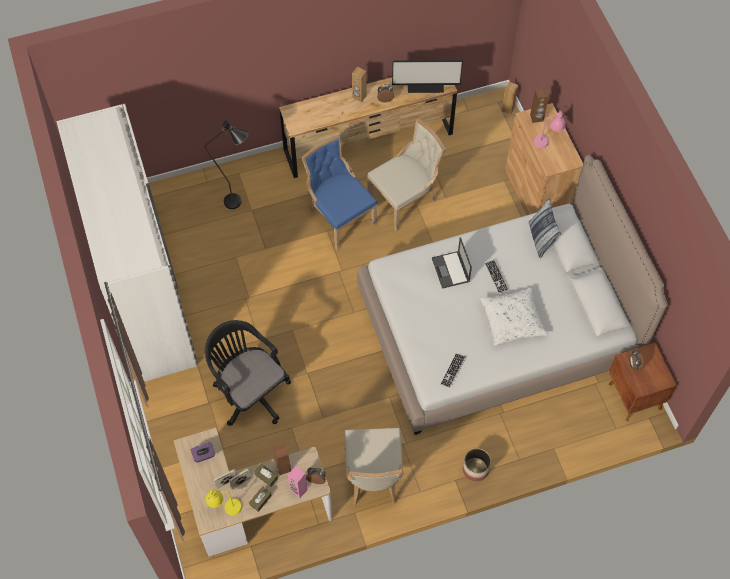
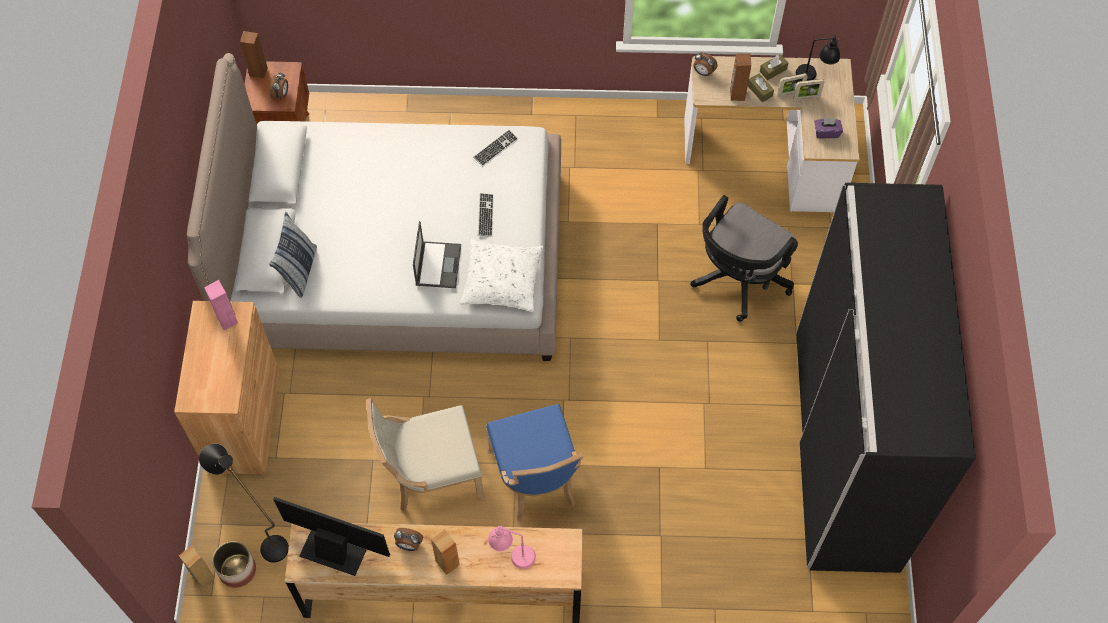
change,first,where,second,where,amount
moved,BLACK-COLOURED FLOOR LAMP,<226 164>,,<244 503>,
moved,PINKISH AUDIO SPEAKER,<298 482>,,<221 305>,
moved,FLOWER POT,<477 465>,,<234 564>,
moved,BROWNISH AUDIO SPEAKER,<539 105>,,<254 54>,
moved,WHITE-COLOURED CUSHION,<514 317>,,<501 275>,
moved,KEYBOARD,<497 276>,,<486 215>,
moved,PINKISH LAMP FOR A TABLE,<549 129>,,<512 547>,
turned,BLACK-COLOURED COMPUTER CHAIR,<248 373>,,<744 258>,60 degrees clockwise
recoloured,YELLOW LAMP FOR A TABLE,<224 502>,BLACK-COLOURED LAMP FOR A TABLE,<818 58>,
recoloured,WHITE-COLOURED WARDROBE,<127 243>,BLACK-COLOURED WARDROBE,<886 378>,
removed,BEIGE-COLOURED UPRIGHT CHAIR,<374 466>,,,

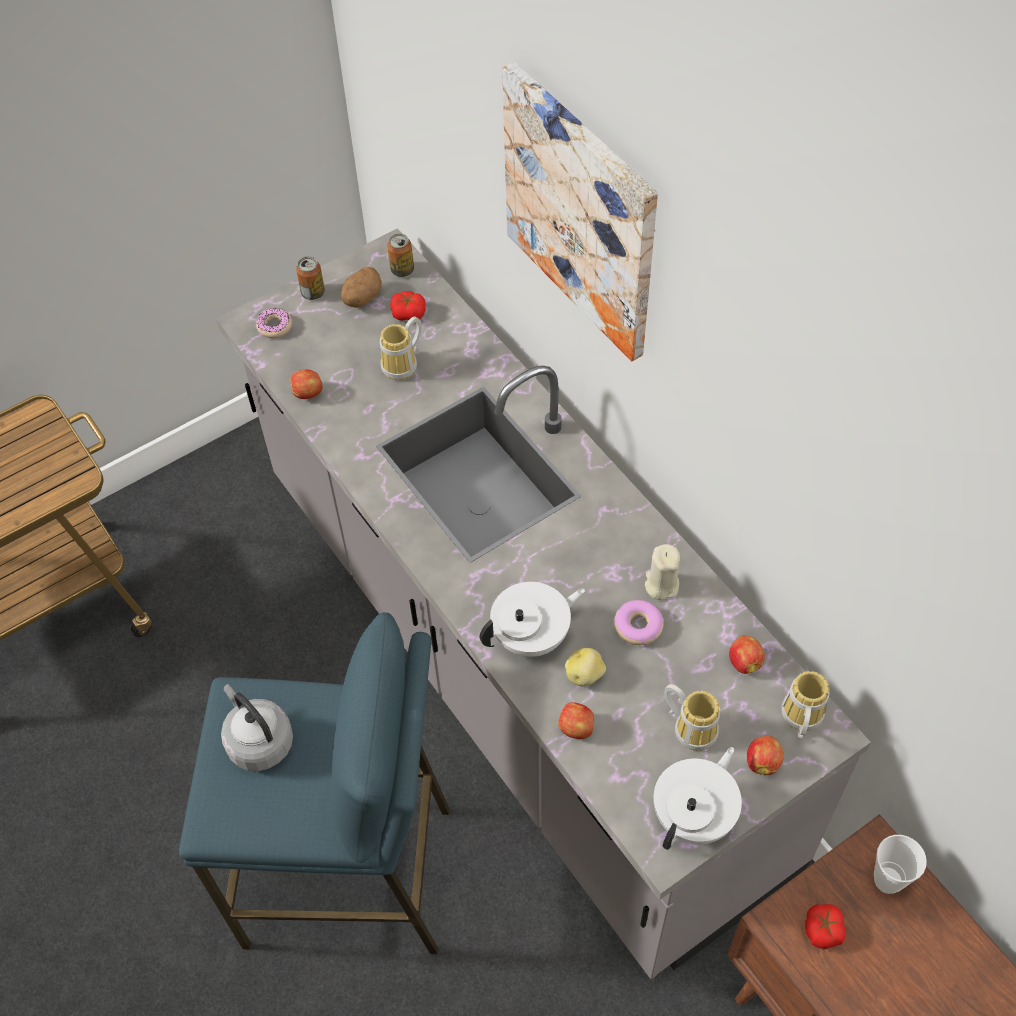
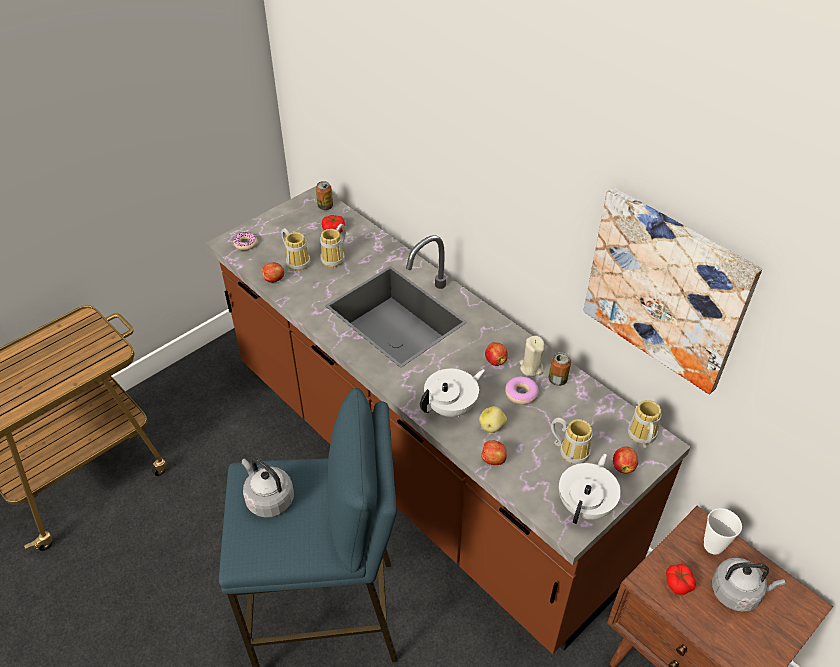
change,first,where,second,where,amount
recoloured,GRAY KITCHEN COUNTER,<543 603>,BROWNISH KITCHEN COUNTER,<448 420>,
added,,,TEA MUG,<295 249>,
moved,APPLE FRUIT,<747 654>,,<496 354>,
moved,METAL CAN,<310 278>,,<560 369>,
moved,PICTURE,<580 211>,,<673 291>,
added,,,GRAY KETTLE,<748 585>,
removed,SPUD,<361 287>,,,

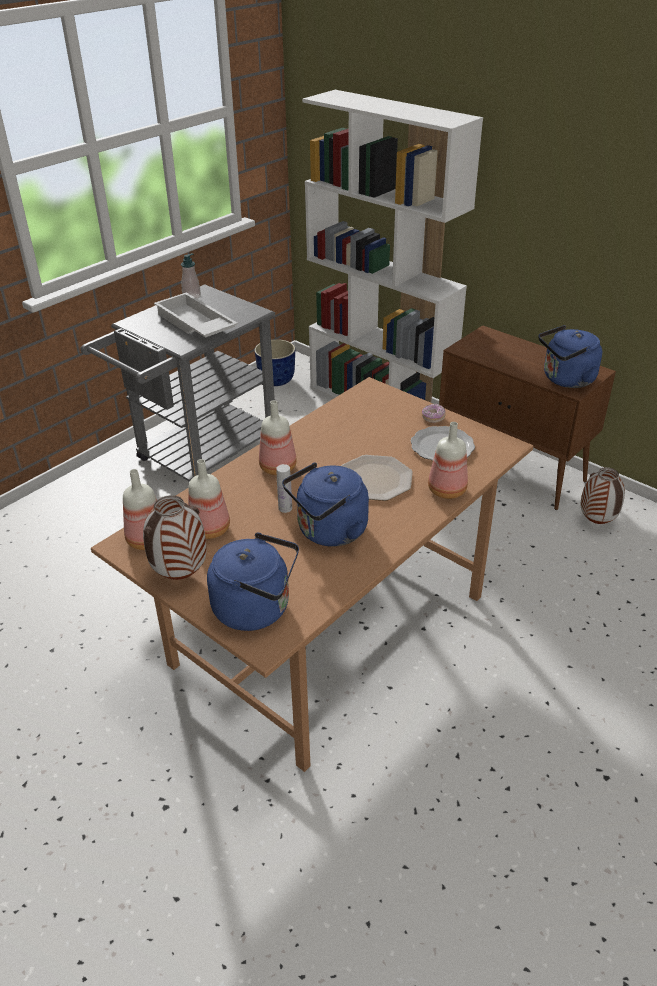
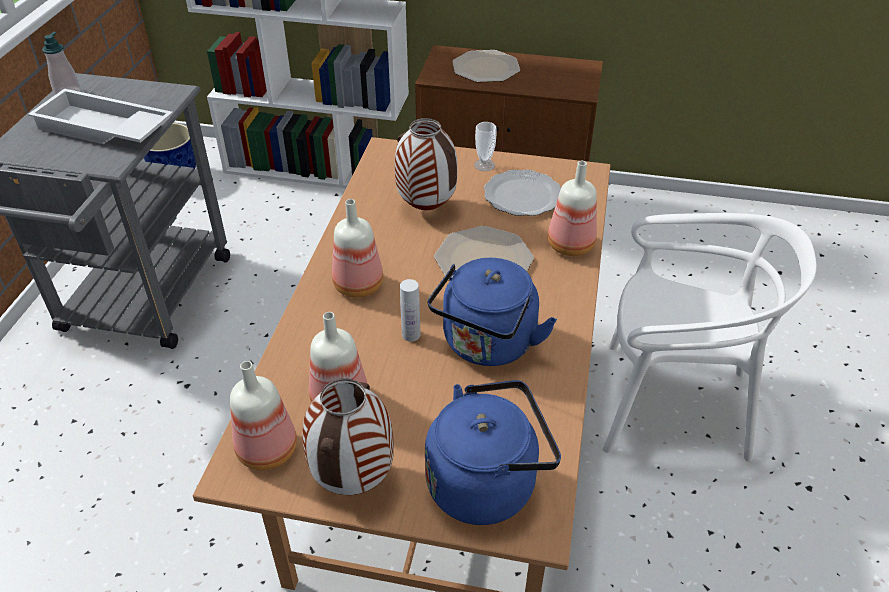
change,first,where,second,where,amount
moved,FLOWER VASE,<602 495>,,<426 164>,
added,,,DINNER PLATE,<486 66>,
replaced,DOUGHNUT,<434 413>,SMALL CUP,<485 146>,
added,,,WHITE-COLOURED UPRIGHT CHAIR,<710 337>,
removed,BLUE-COLOURED KETTLE,<570 356>,,,

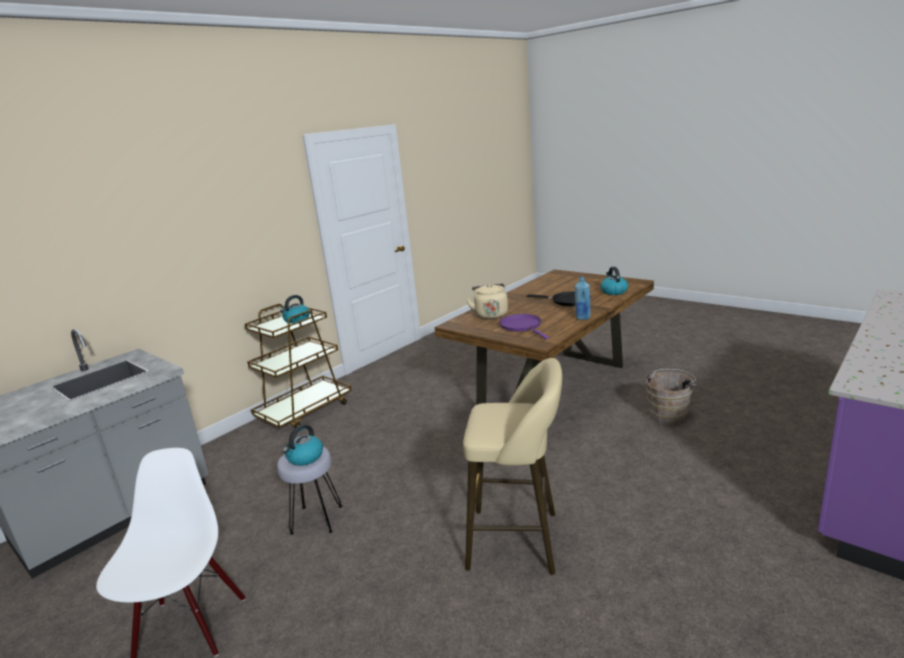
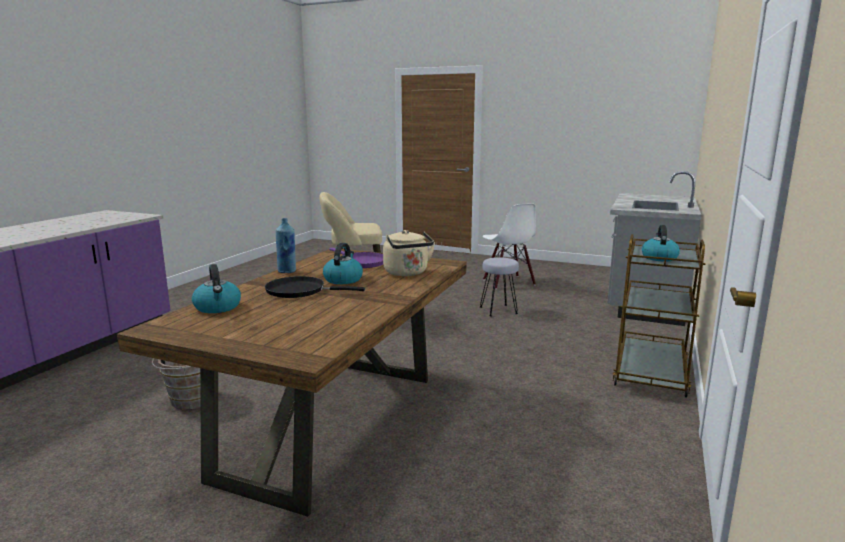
change,first,where,second,where,amount
moved,KETTLE,<302 445>,,<343 263>,

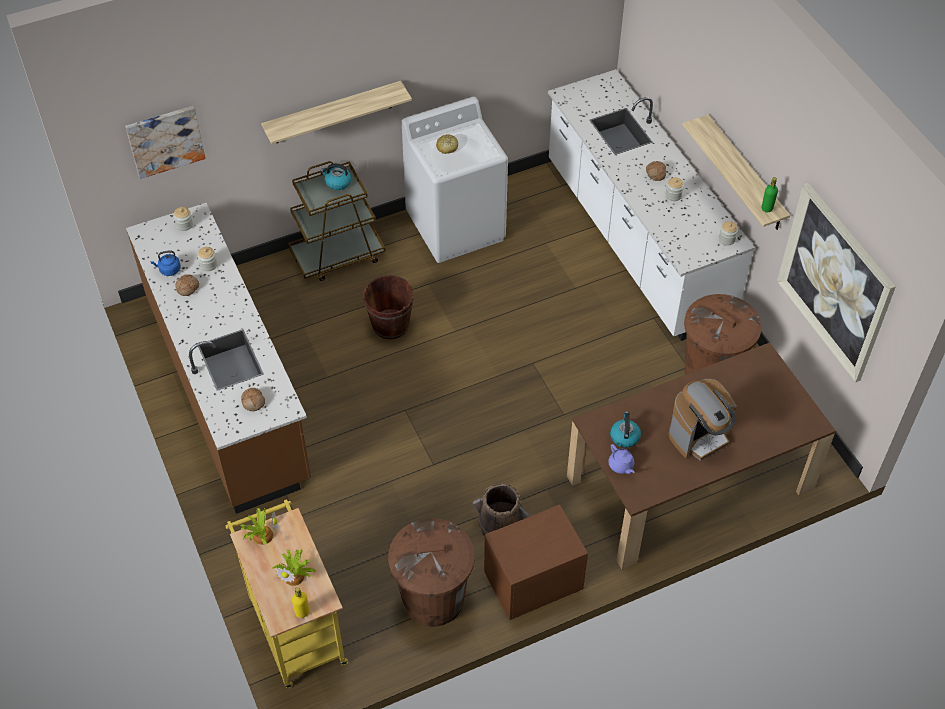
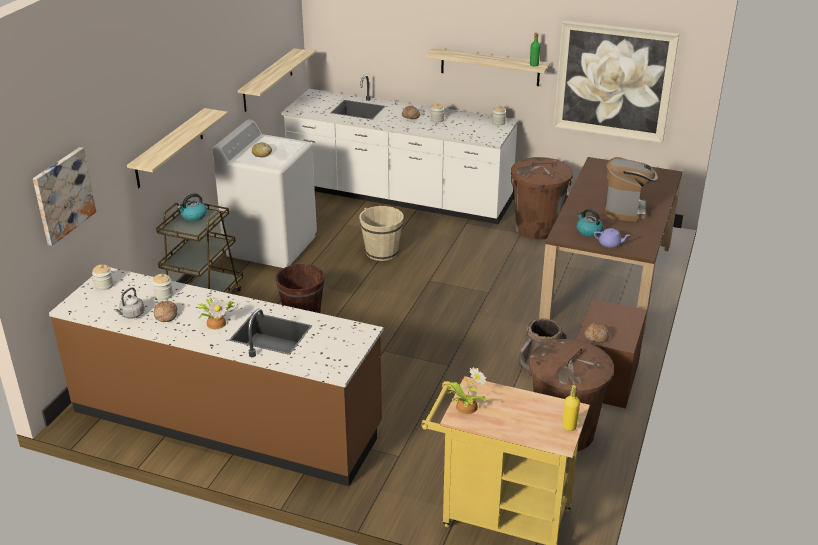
change,first,where,second,where,amount
recoloured,BLUE-COLOURED KETTLE,<165 263>,GRAY KETTLE,<129 303>,
moved,HOUSEPLANT,<294 568>,,<216 313>,
added,,,WALL SHELF,<276 80>,
added,,,BEIGE-COLOURED BUCKET,<381 233>,
moved,BREAD,<253 399>,,<597 333>,

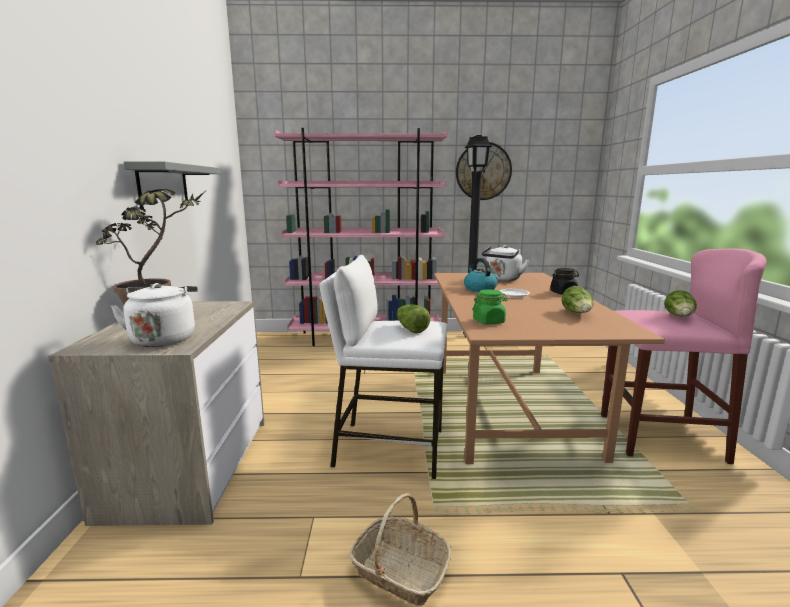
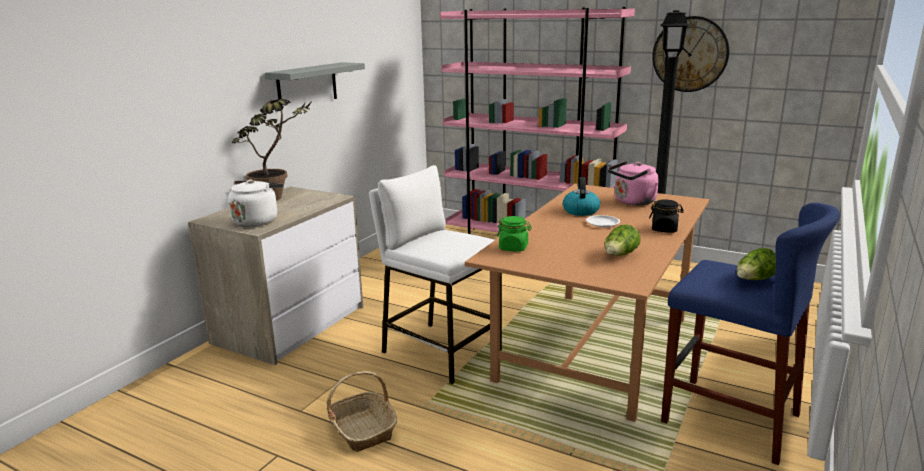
change,first,where,second,where,amount
recoloured,WHITE-COLOURED KETTLE,<505 263>,PINKISH KETTLE,<633 183>,
recoloured,PINKISH STOOL SEAT,<684 356>,BLUE-COLOURED STOOL SEAT,<750 334>,
removed,LETTUCE HEAD,<413 318>,,,

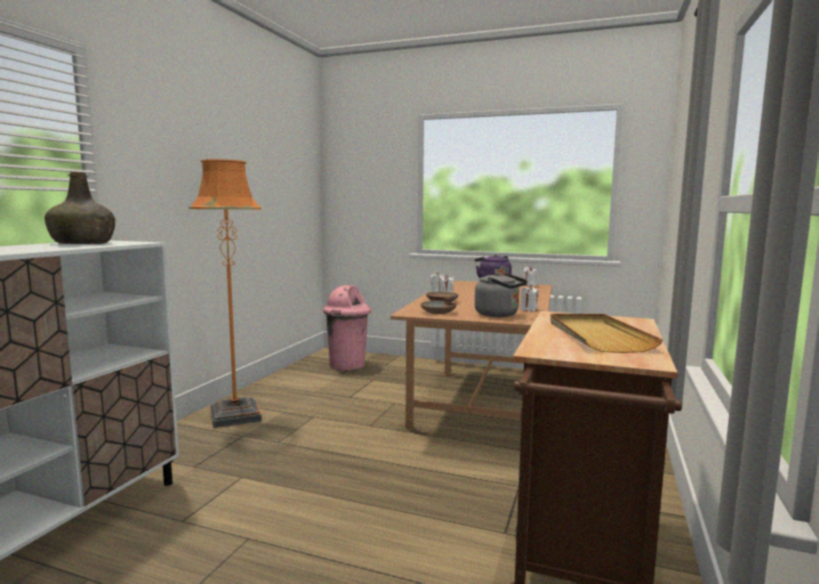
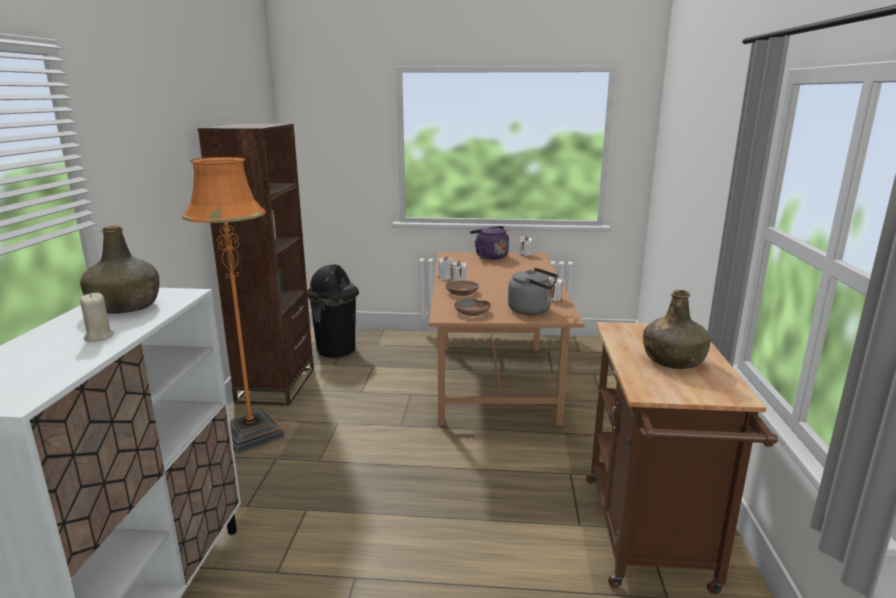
change,first,where,second,where,amount
added,,,BEIGE-COLOURED WAX CANDLE,<97 317>,
added,,,BROWNISH BOOKCASE,<256 264>,
recoloured,PINKISH TRASH CAN,<347 327>,BLACK-COLOURED TRASH CAN,<333 311>,
replaced,BEIGE-COLOURED TRAY,<606 333>,GREEN BEVERAGE BOTTLE,<677 329>,

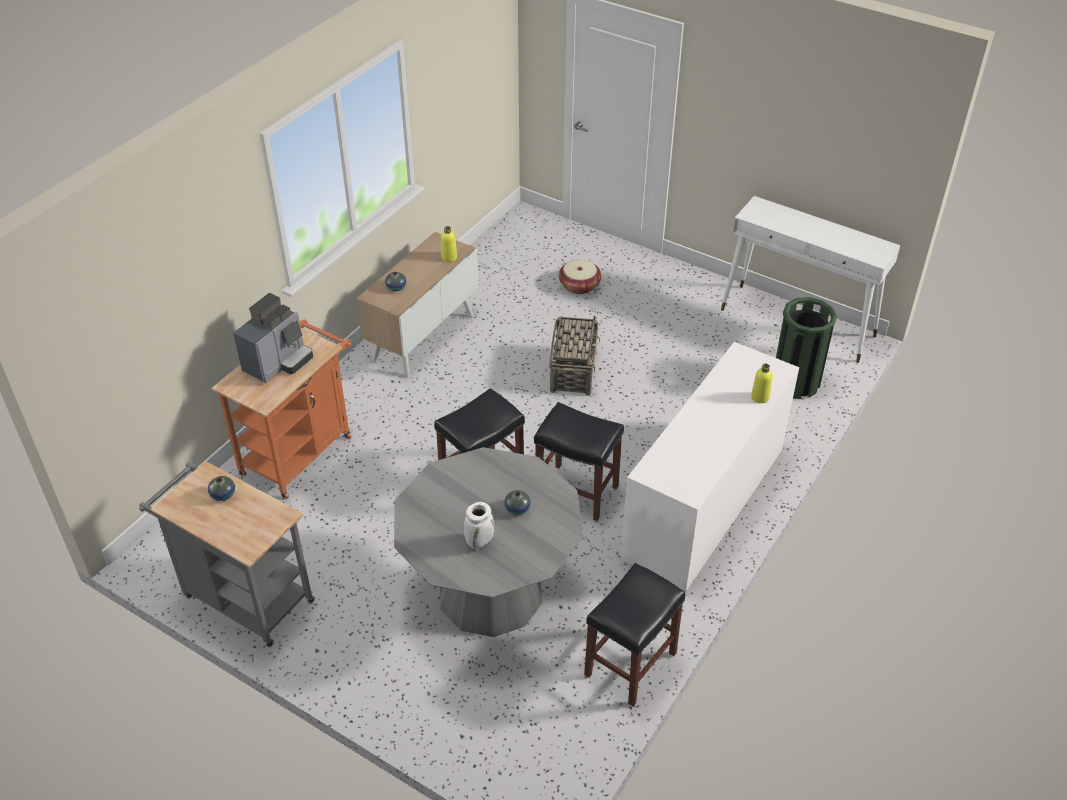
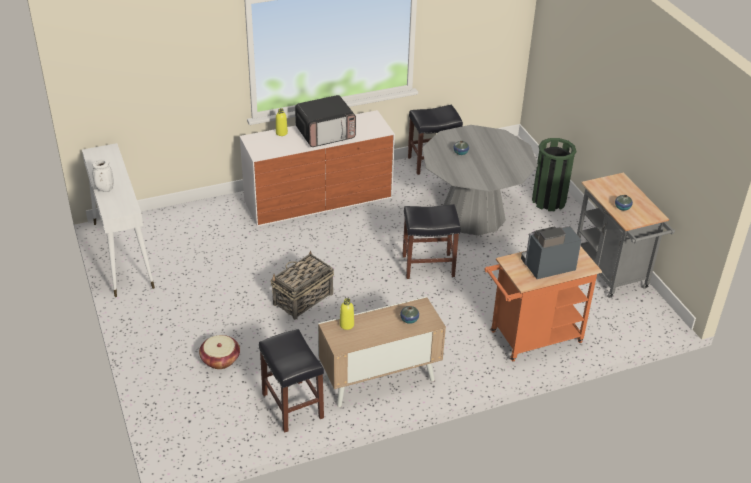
change,first,where,second,where,amount
moved,WHITE-COLOURED FLOWER VASE,<479 526>,,<103 176>,
moved,BLACK-COLOURED STOOL SEAT,<579 461>,,<291 381>,
added,,,KITCHEN MICROWAVE,<325 121>,
moved,GREEN TRASH CAN,<806 348>,,<554 174>,

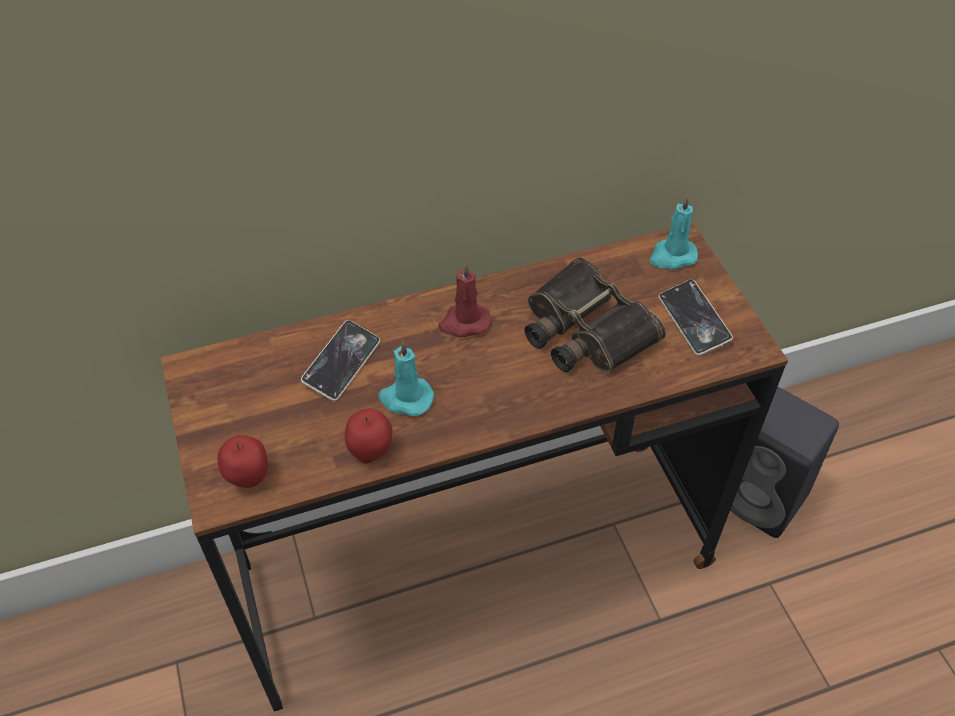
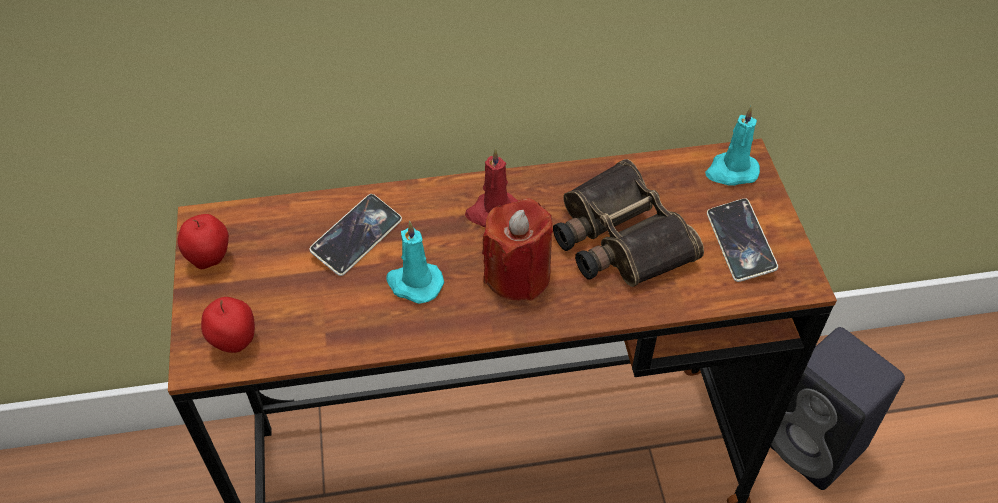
change,first,where,second,where,amount
moved,APPLE FRUIT,<368 436>,,<203 241>,
added,,,RED-COLOURED WAX CANDLE,<517 249>,

